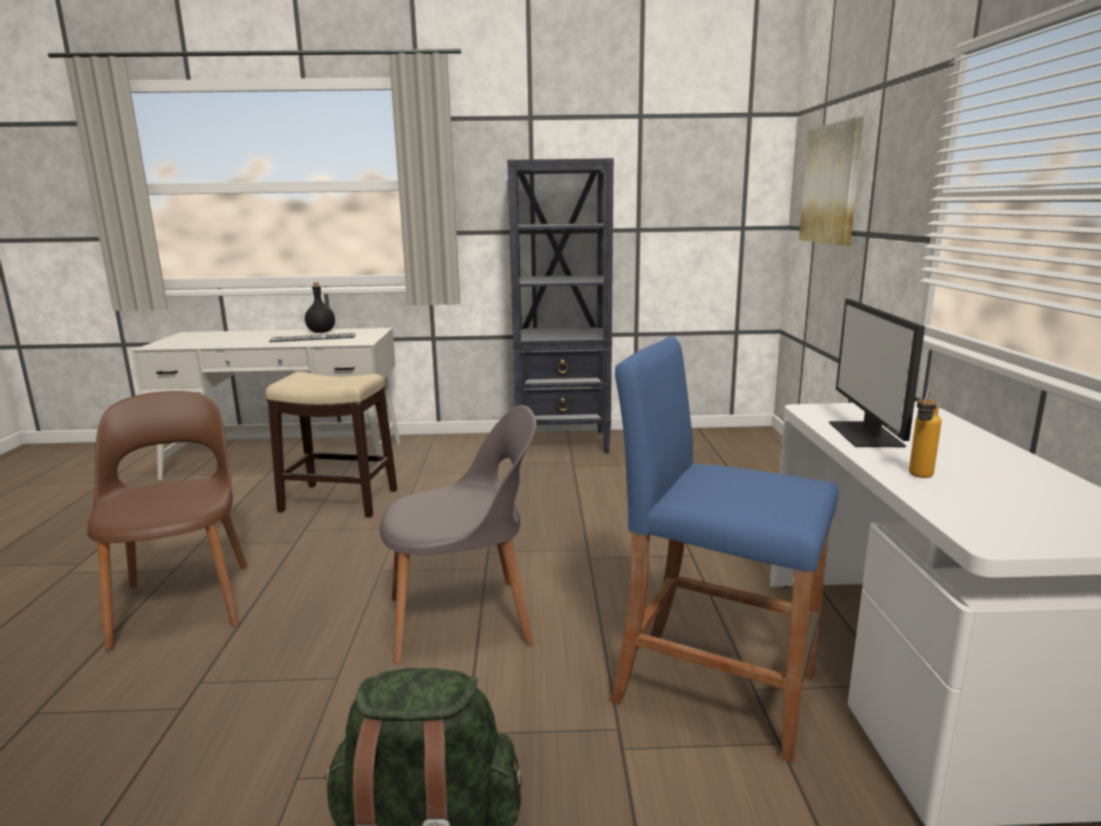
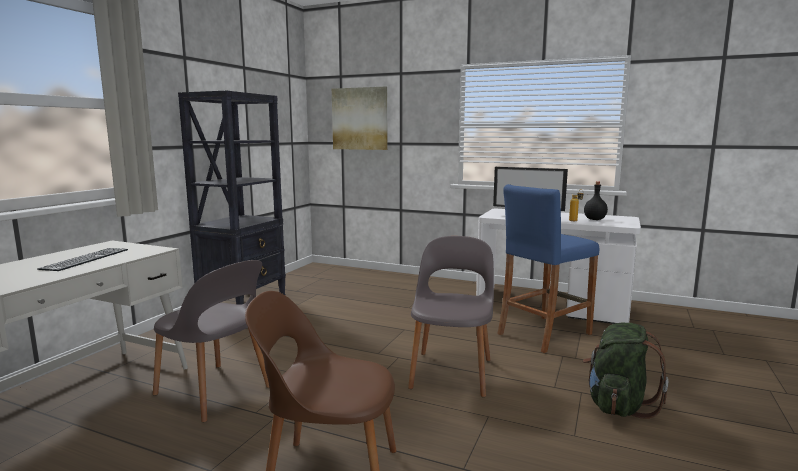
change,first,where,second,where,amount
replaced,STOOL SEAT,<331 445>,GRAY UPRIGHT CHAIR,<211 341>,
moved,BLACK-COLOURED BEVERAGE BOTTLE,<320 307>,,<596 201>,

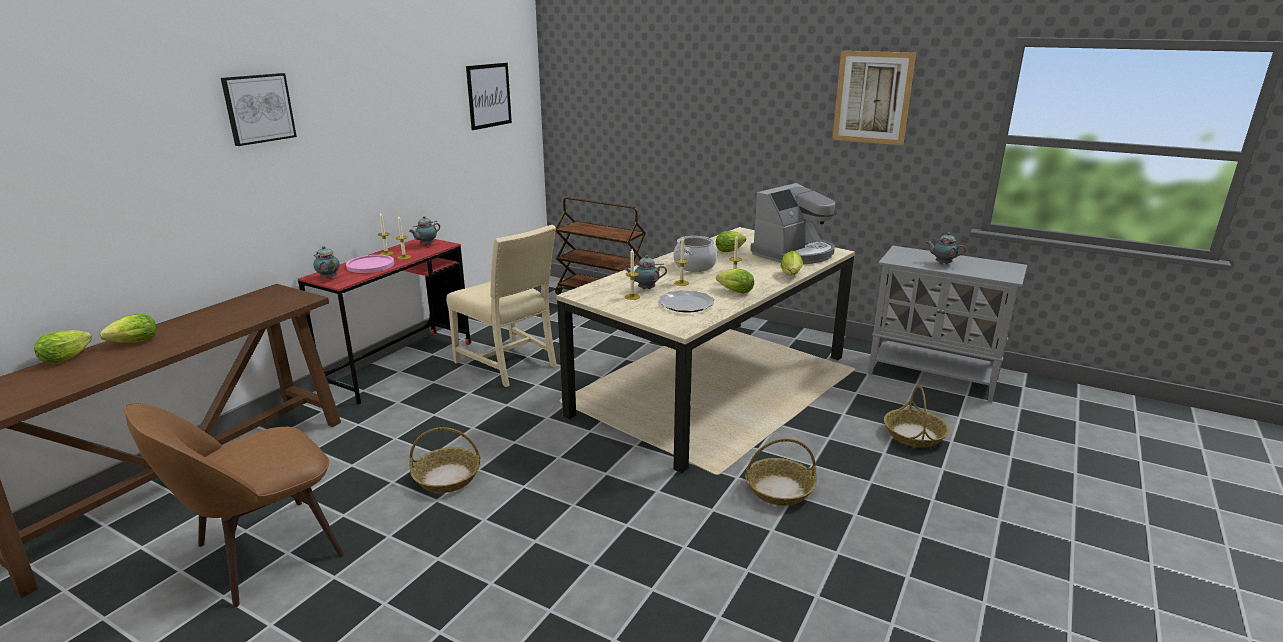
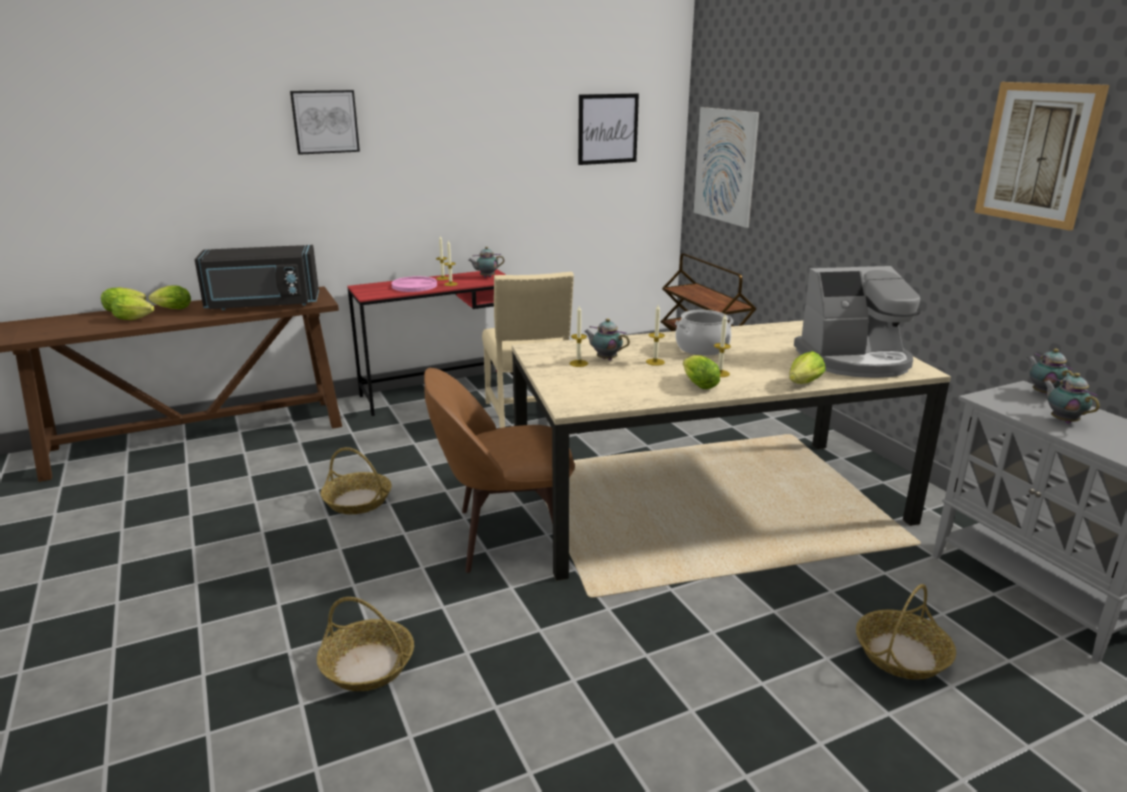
change,first,where,second,where,amount
moved,LETTUCE HEAD,<731 241>,,<132 307>,
added,,,BLACK-COLOURED KITCHEN MICROWAVE,<257 277>,
moved,HOUSEHOLD BASKET,<781 472>,,<365 644>,
moved,BROWNISH UPRIGHT CHAIR,<233 505>,,<499 470>,
added,,,PICTURE,<726 167>,
moved,TEAPOT,<326 262>,,<1050 372>,
removed,DINNER PLATE,<686 301>,,,

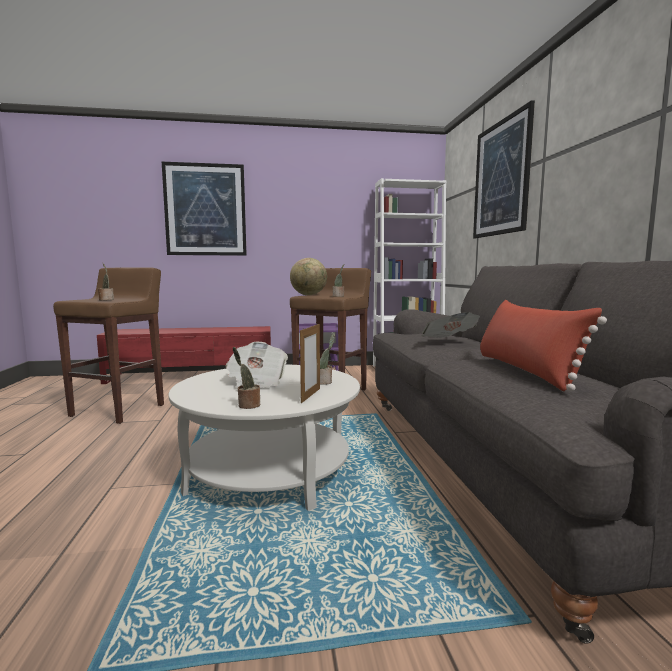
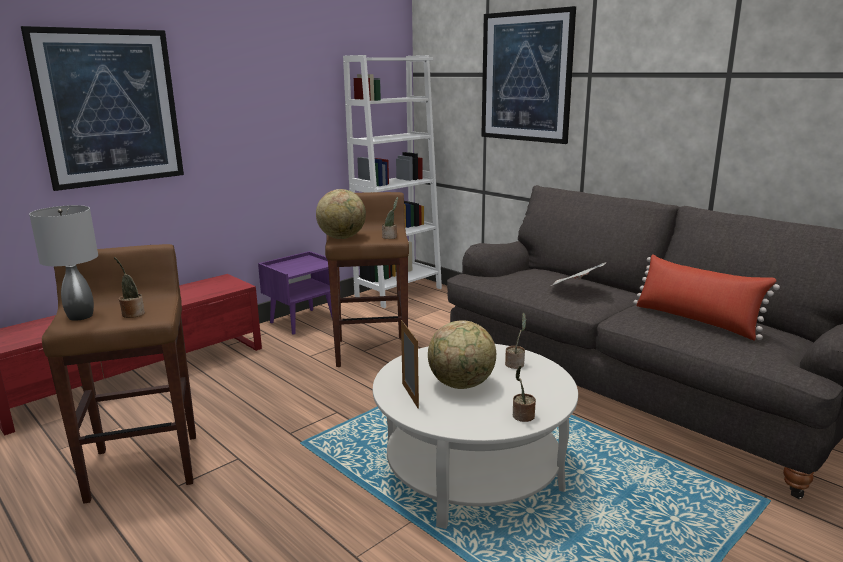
change,first,where,second,where,amount
added,,,GRAY LAMP FOR A TABLE,<63 263>,
moved,STANDING FRAME,<310 362>,,<410 364>,
replaced,PRINTED PAPER,<257 365>,GLOBE,<462 354>,

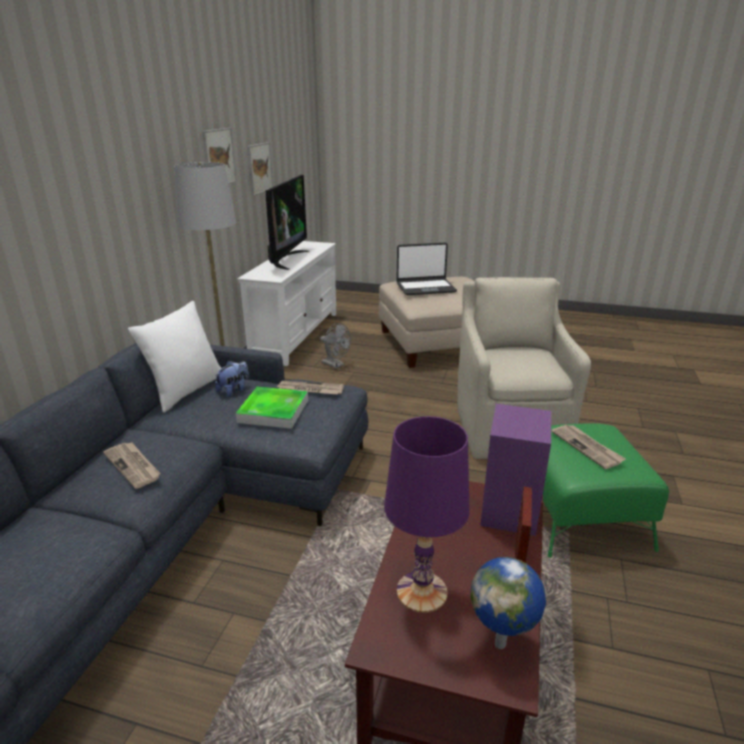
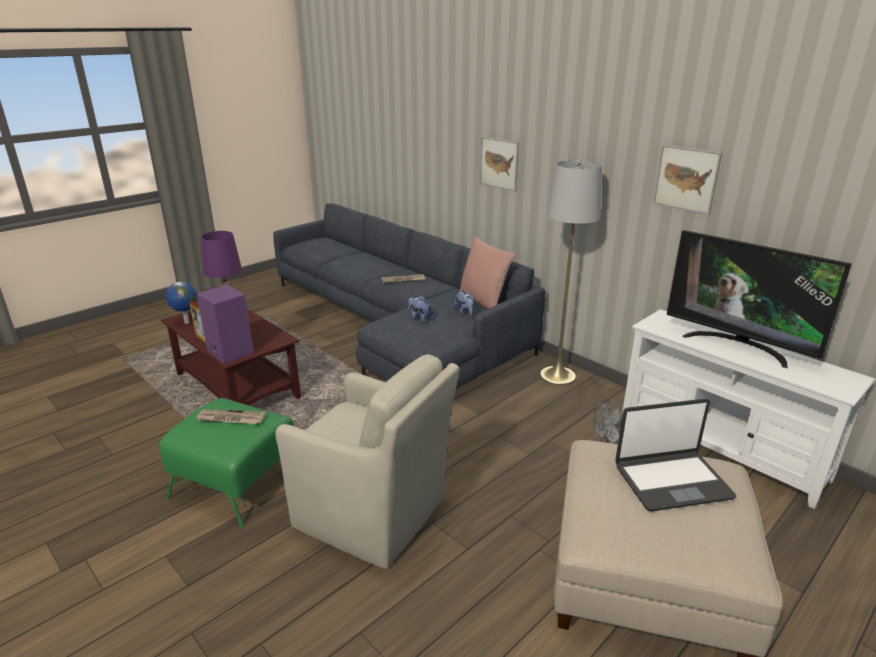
change,first,where,second,where,amount
replaced,TRAY,<272 408>,PLUSH TOY,<420 309>,
recoloured,WHITE-COLOURED CUSHION,<174 357>,PINKISH CUSHION,<488 272>,
moved,PICTURE,<260 169>,,<499 163>,
turned,LAPTOP,<426 269>,,<675 455>,120 degrees counterclockwise
removed,PRINTED PAPER,<310 388>,,,

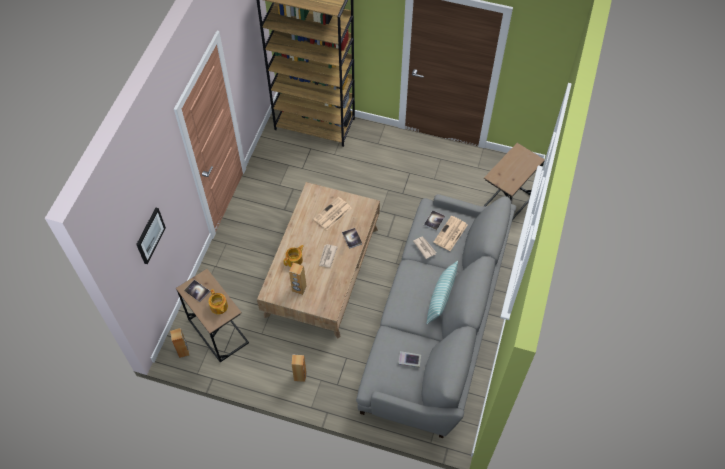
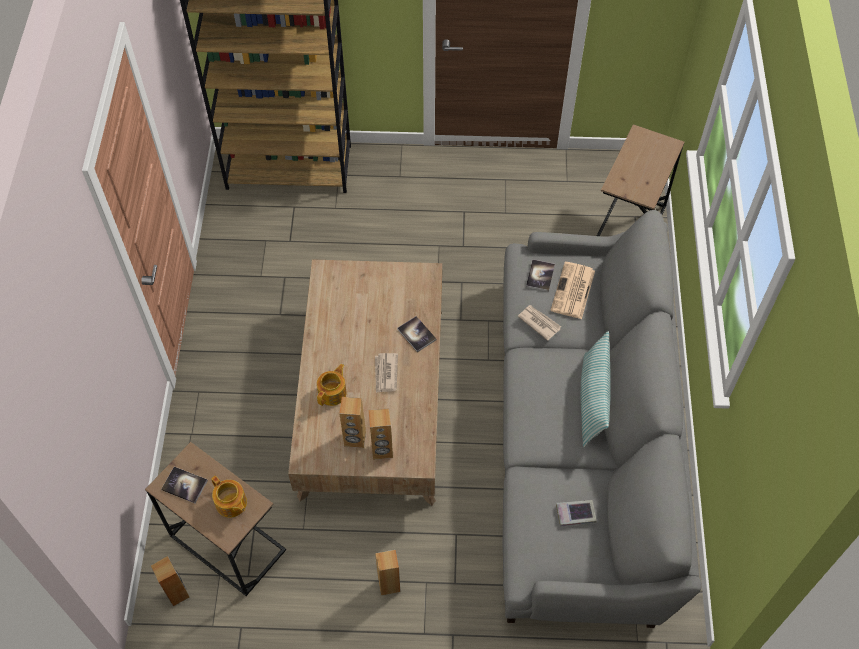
change,first,where,second,where,amount
added,,,BROWNISH AUDIO SPEAKER,<381 434>,
removed,PICTURE,<151 236>,,,
removed,PRINTED PAPER,<332 213>,,,

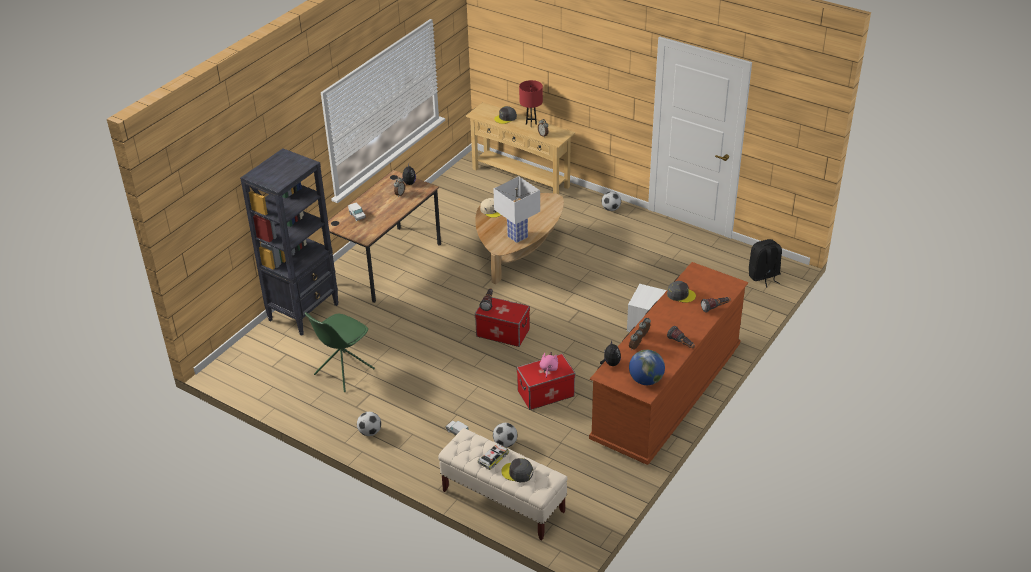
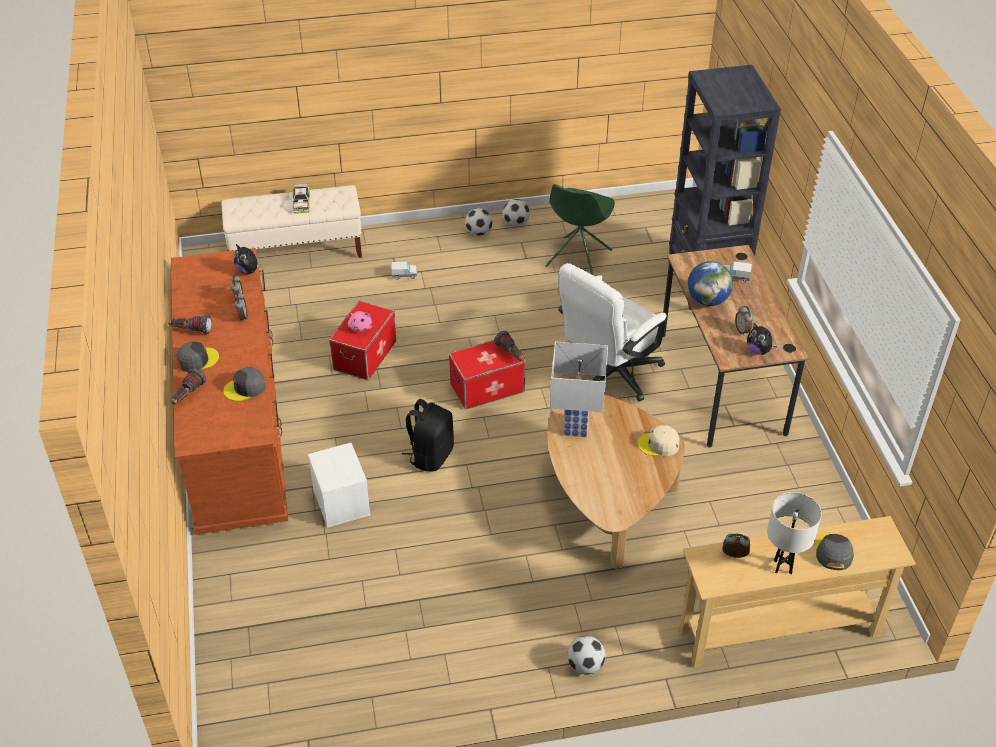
change,first,where,second,where,amount
moved,GRAY PEAKED CAP,<517 470>,,<197 357>,
moved,BLACK-COLOURED KNAPSACK,<765 263>,,<428 435>,
moved,FOOTBALL BALL,<505 435>,,<516 212>,
turned,GREEN UPRIGHT CHAIR,<340 352>,,<580 230>,150 degrees counterclockwise
added,,,WHITE-COLOURED COMPUTER CHAIR,<612 332>,
moved,GLOBE,<647 367>,,<710 283>,
recoloured,RED-COLOURED LAMP FOR A TABLE,<531 103>,WHITE-COLOURED LAMP FOR A TABLE,<794 533>,

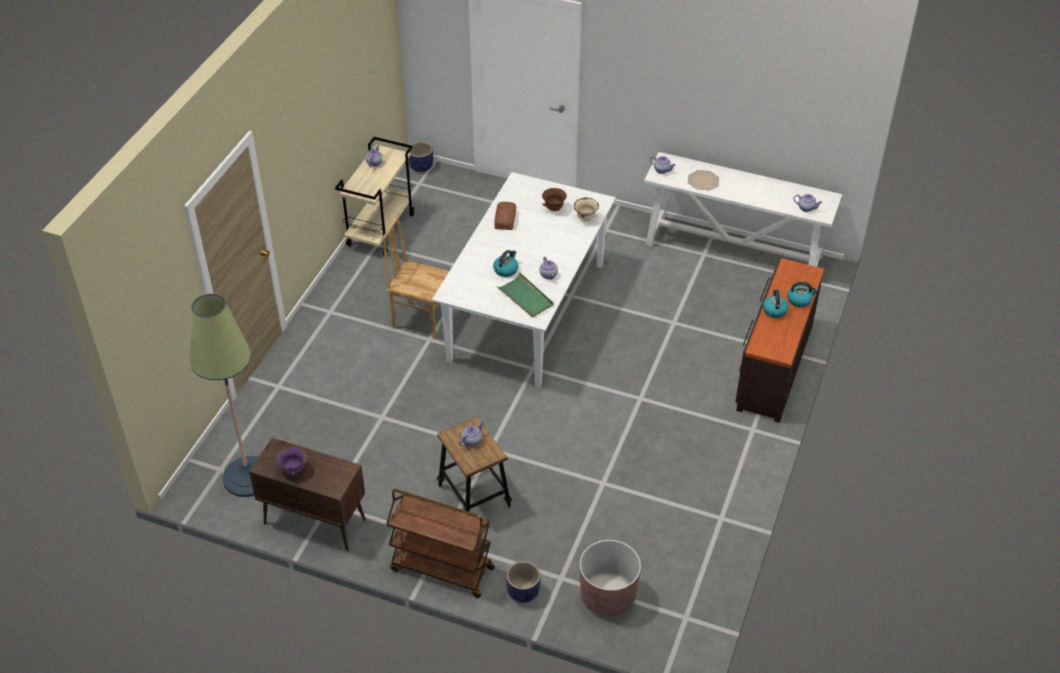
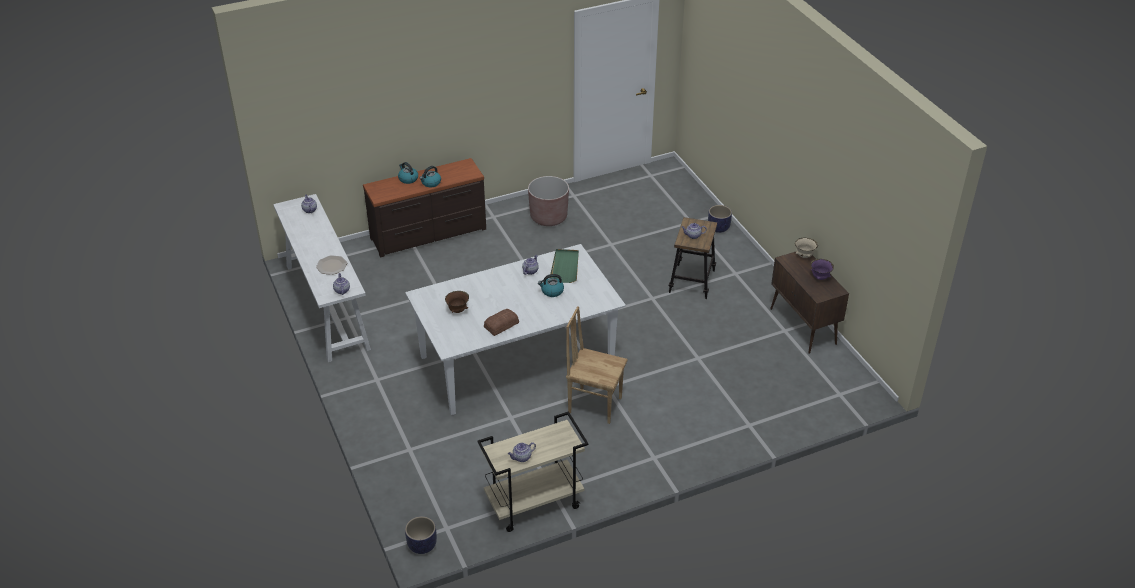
change,first,where,second,where,amount
moved,BROWNISH FLOWER POT,<610 578>,,<548 201>,
turned,BROWNISH UPRIGHT CHAIR,<416 278>,,<597 365>,135 degrees clockwise
moved,BEIGE-COLOURED SERVING BOWL,<586 209>,,<806 248>,
removed,FLOOR LAMP,<224 395>,,,
removed,BROWNISH WHEELED CART,<440 543>,,,

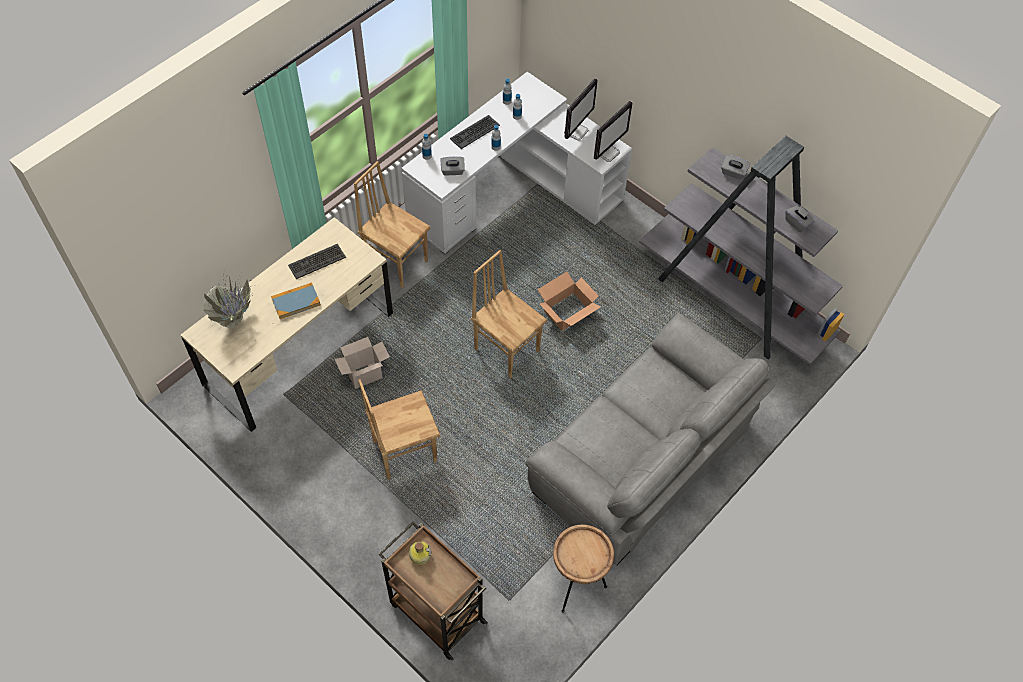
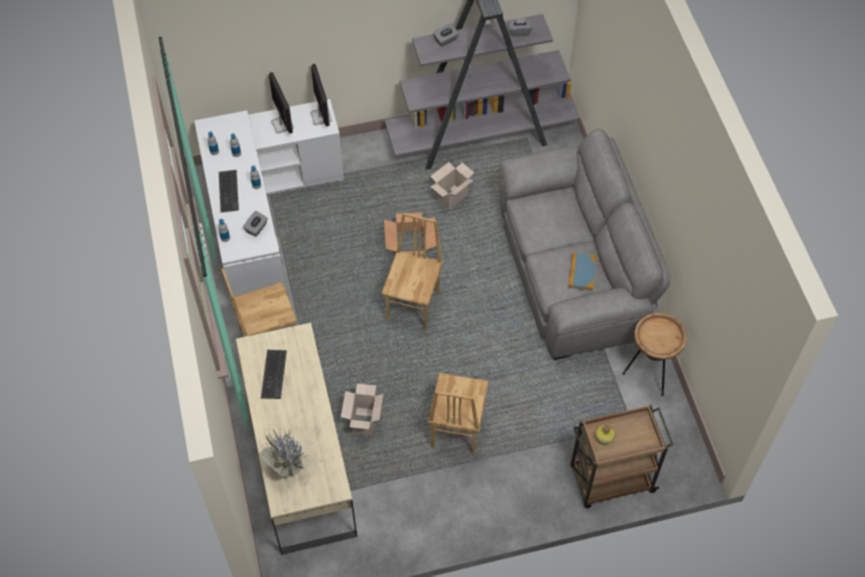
change,first,where,second,where,amount
turned,BROWNISH UPRIGHT CHAIR,<509 314>,,<412 271>,120 degrees clockwise
added,,,CARDBOARD BOX,<452 186>,
moved,BOOK,<296 300>,,<582 272>,

